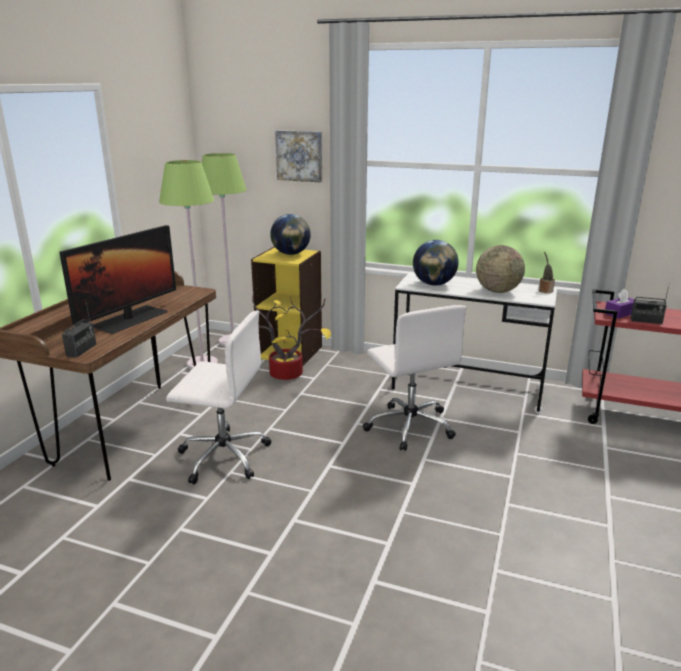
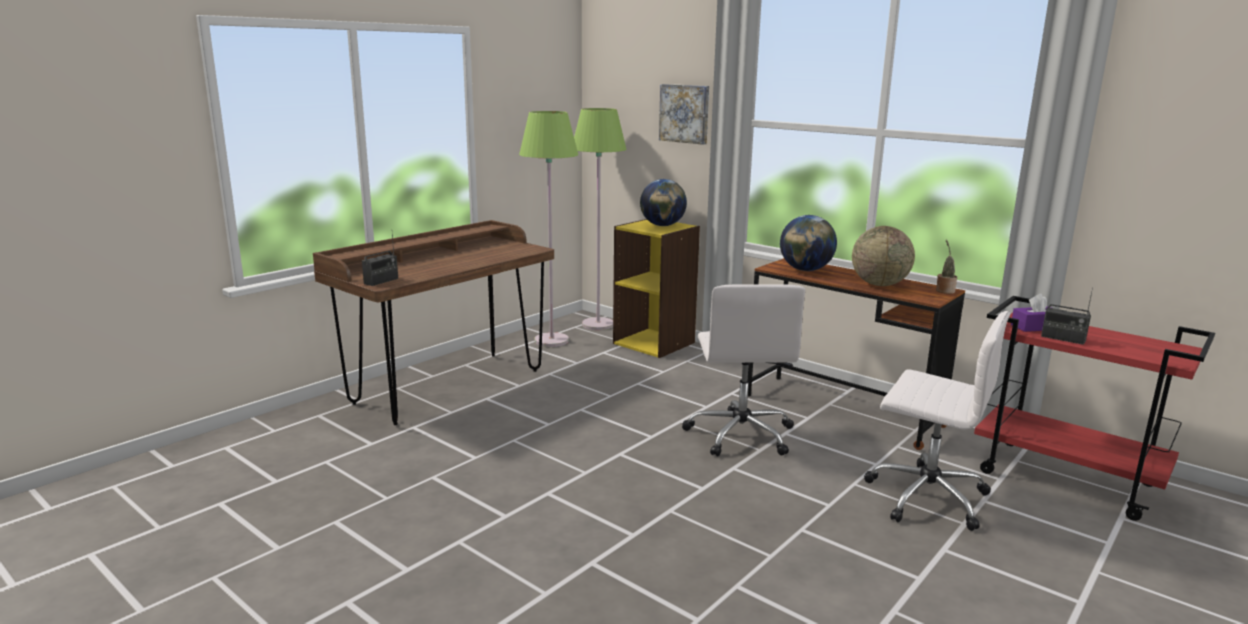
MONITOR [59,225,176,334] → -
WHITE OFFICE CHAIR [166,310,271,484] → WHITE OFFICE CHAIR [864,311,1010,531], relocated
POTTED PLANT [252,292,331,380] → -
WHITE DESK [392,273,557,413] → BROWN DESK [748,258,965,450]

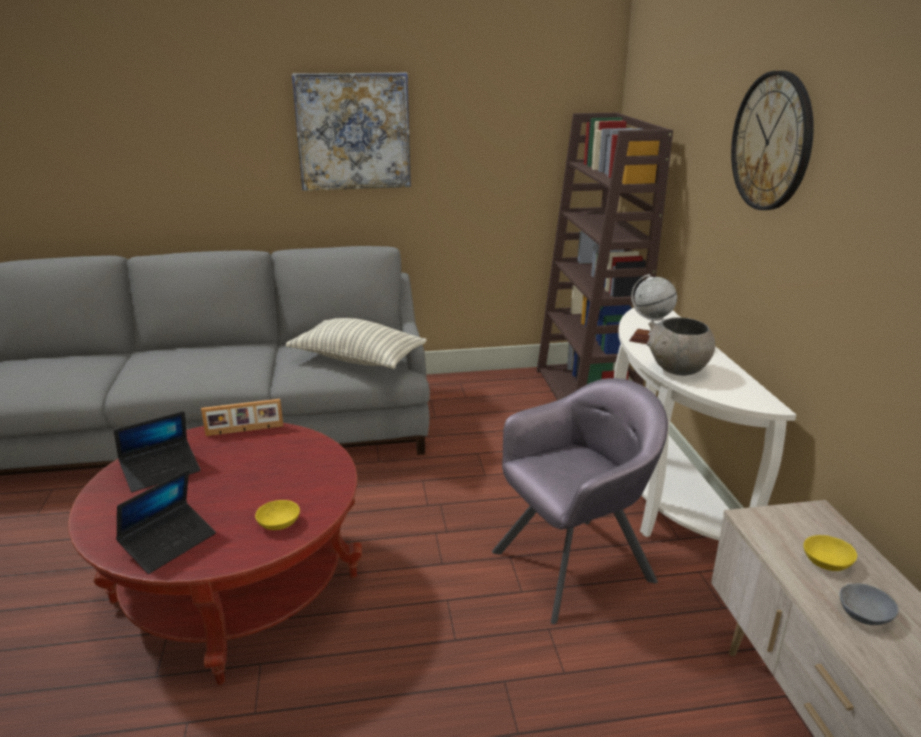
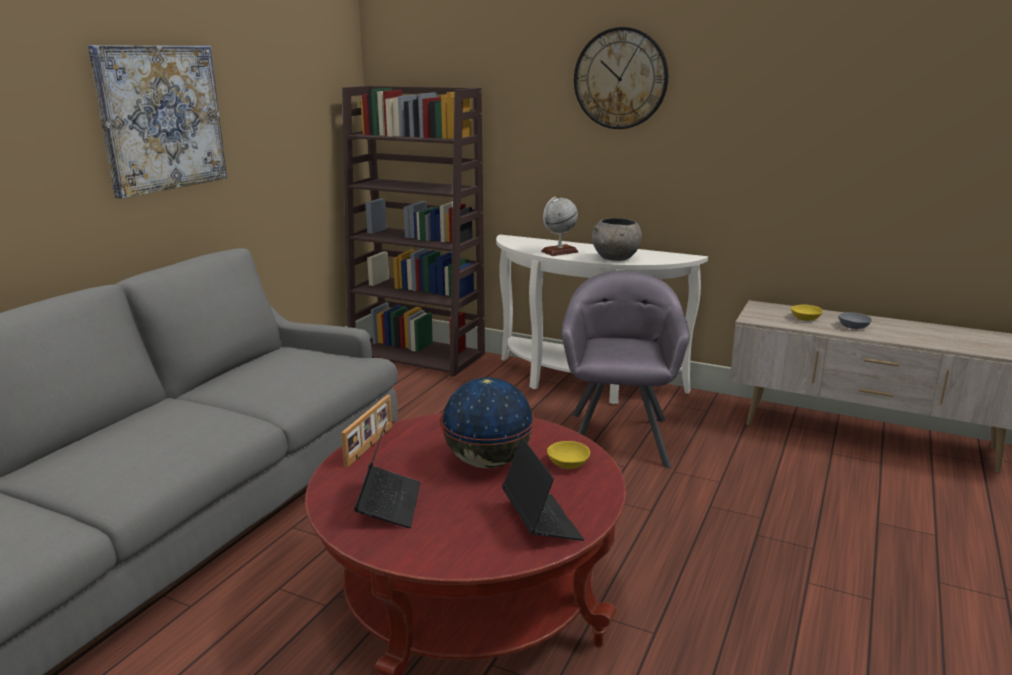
PILLOW [285,318,427,369] → -
- → GLOBE [441,377,535,468]

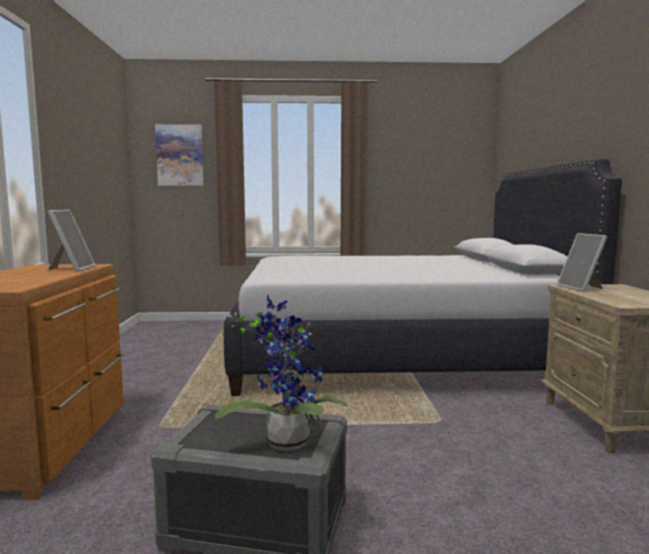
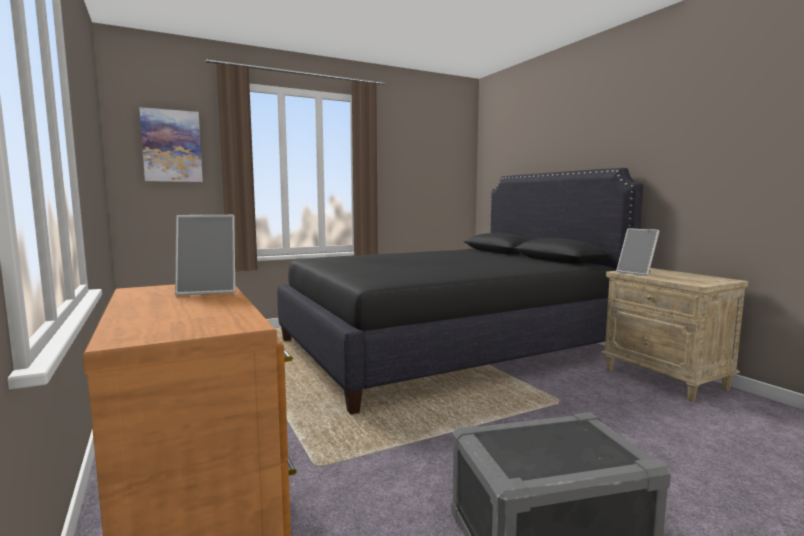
PICTURE FRAME [48,210,96,272] → PICTURE FRAME [175,215,235,296], 105 degrees clockwise
POTTED PLANT [215,295,348,451] → -
WHITE BED [224,159,622,396] → BLACK BED [277,168,643,414]

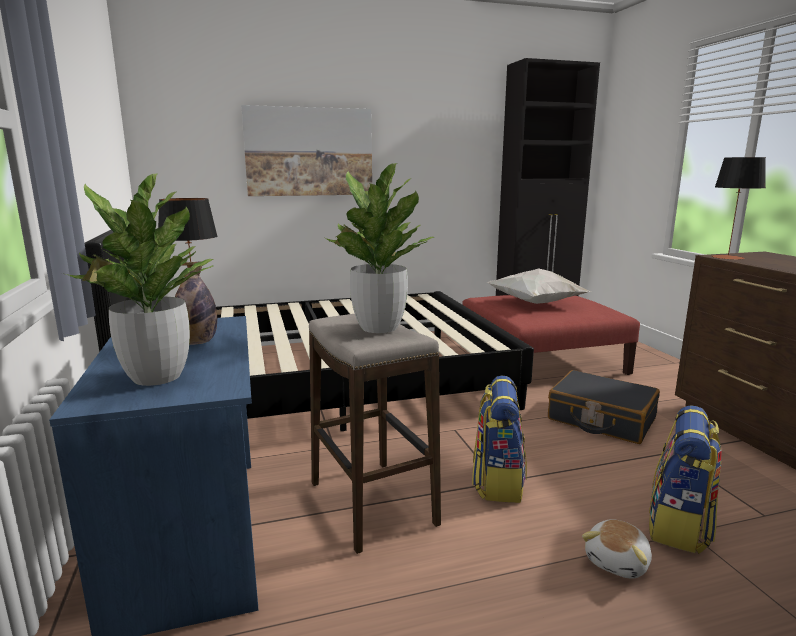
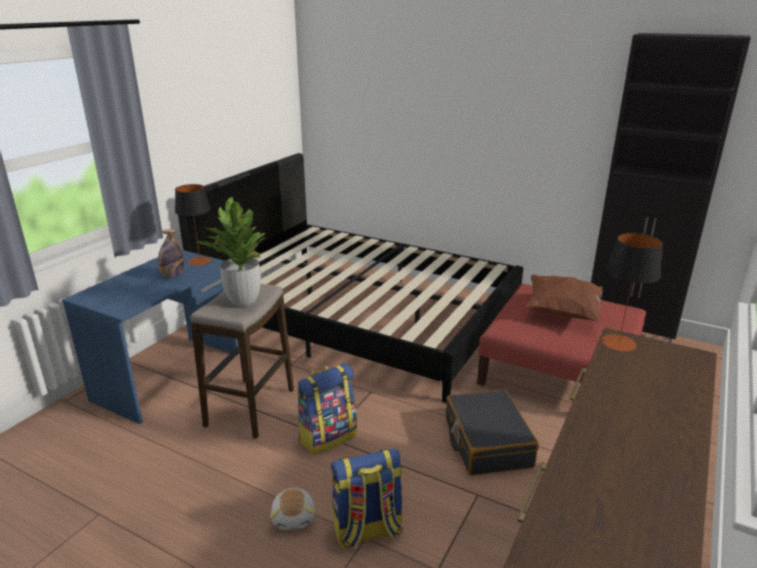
POTTED PLANT [62,173,214,386] → -
PICTURE [241,105,372,196] → -
WHITE PILLOW [487,268,591,304] → BROWN PILLOW [525,275,603,322]
PLUSH TOY [582,519,652,579] → PLUSH TOY [270,488,315,530], 90 degrees counterclockwise

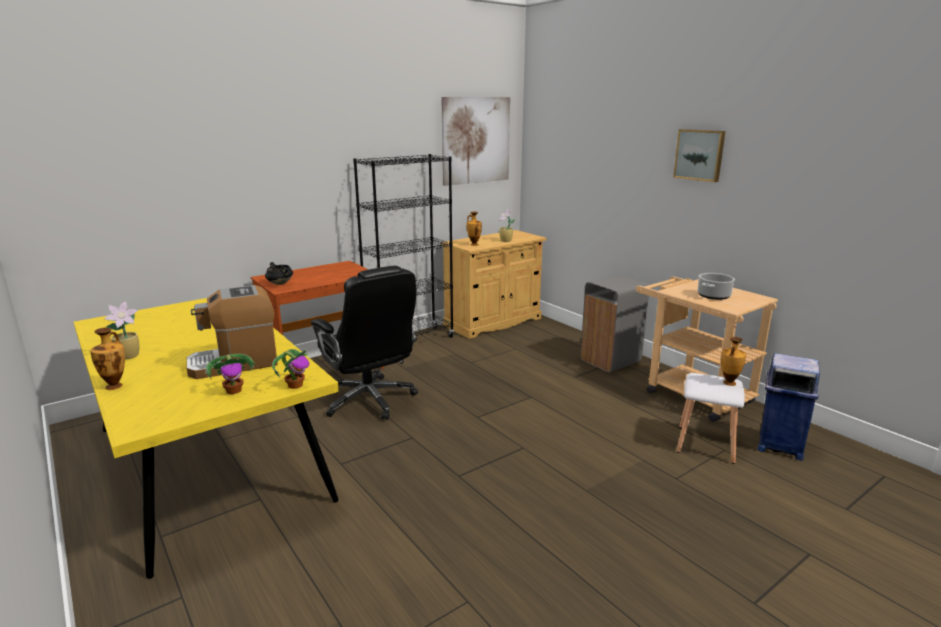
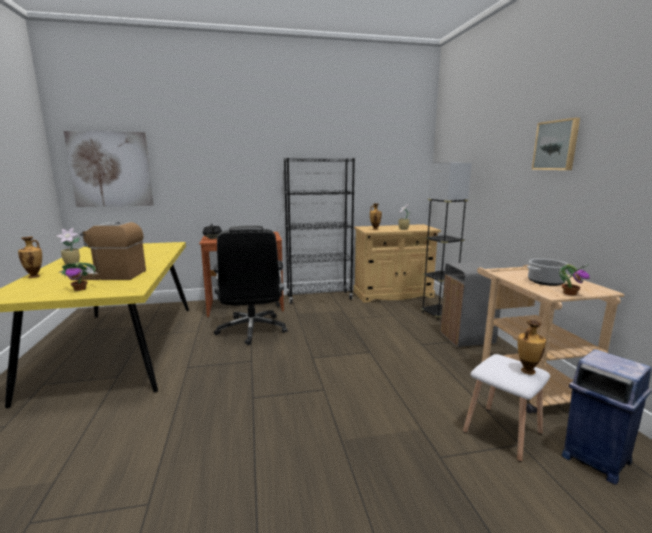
POTTED PLANT [272,349,310,389] → POTTED PLANT [559,264,590,296], relocated
PICTURE [441,97,510,186] → PICTURE [64,131,153,207], relocated
- → GREY FLOOR LAMP [421,163,472,321]

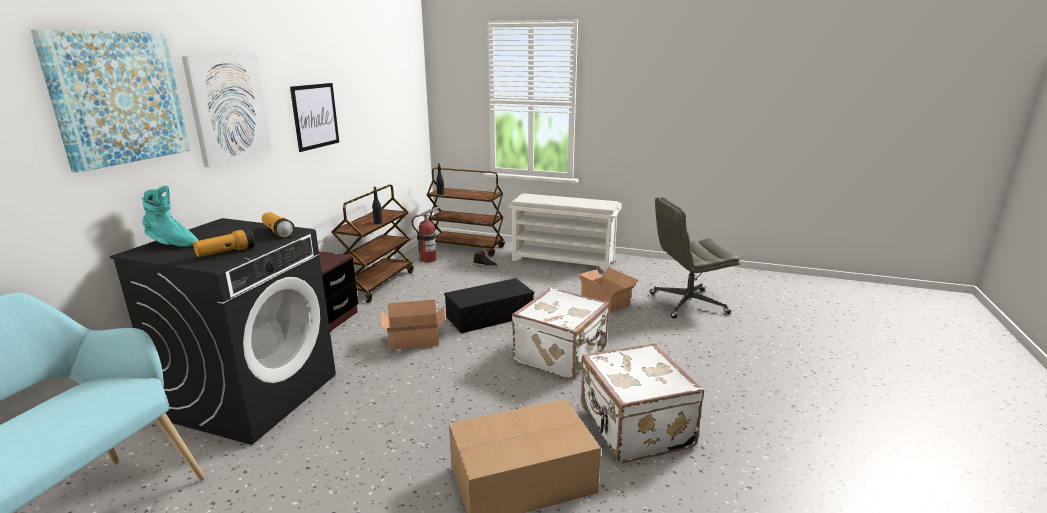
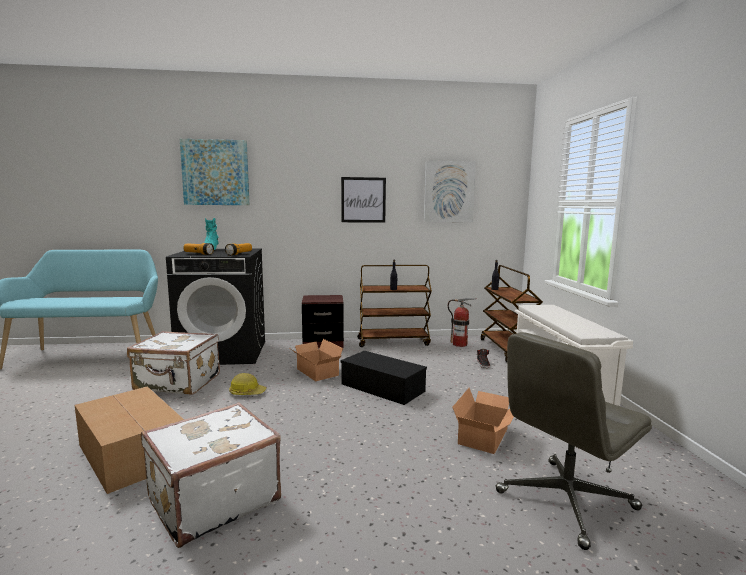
PICTURE [182,55,272,167] → PICTURE [424,161,476,222], relocated
WHITE SUITCASE [512,287,609,380] → WHITE SUITCASE [127,331,220,395], relocated
GREY OFFICE CHAIR [649,197,740,318] → GREY OFFICE CHAIR [496,332,652,550], 90 degrees counterclockwise
- → HARD HAT [229,373,266,395]

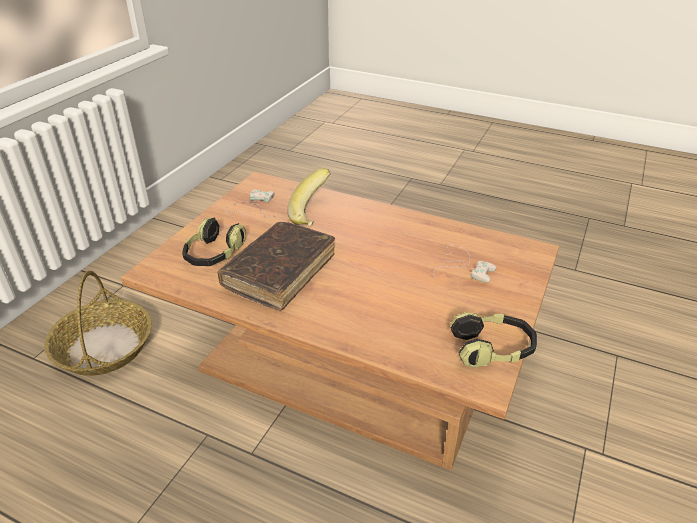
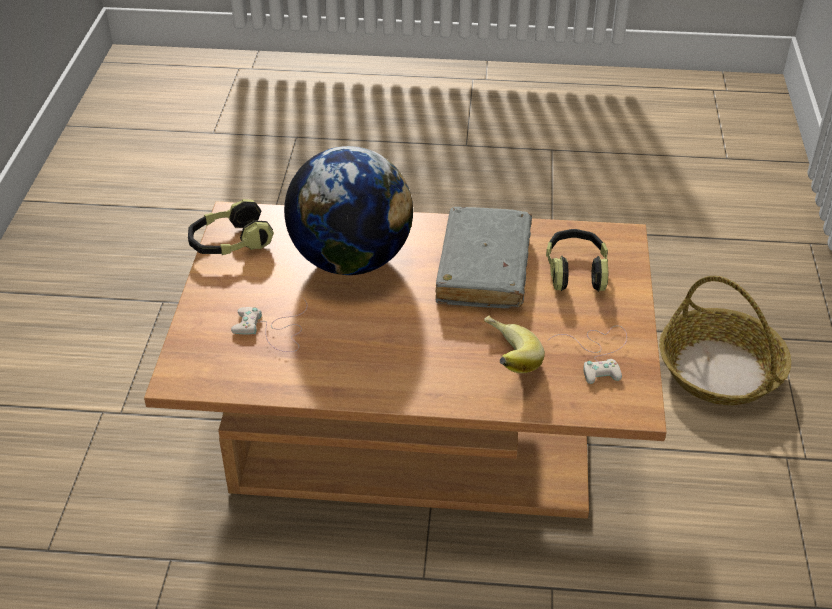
BROWN BOOK [217,222,335,311] → GREY BOOK [435,207,532,308]
- → GLOBE [284,146,413,275]

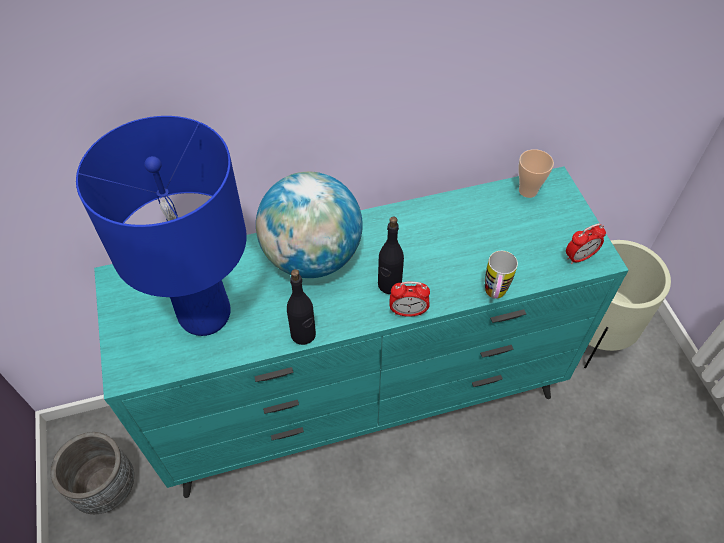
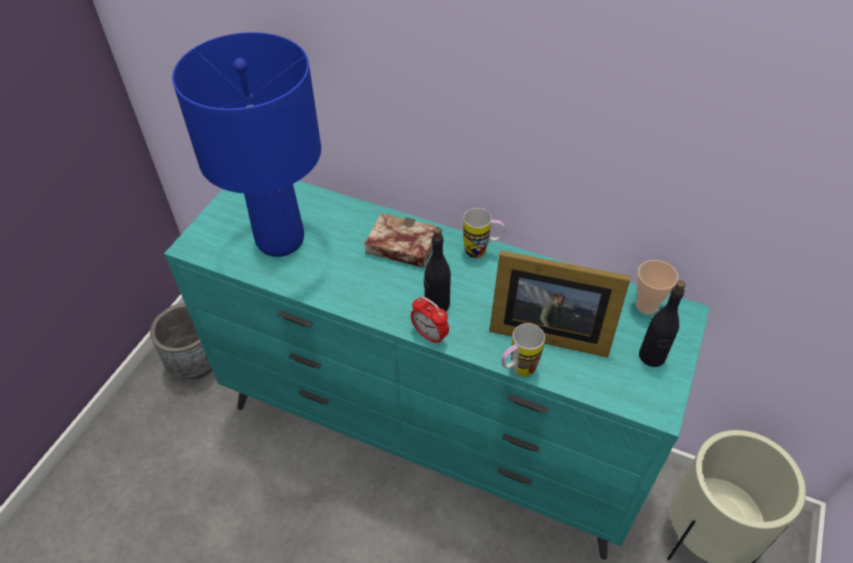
GLOBE [256,172,363,278] → BOOK [365,213,438,268]
BLACK BOTTLE [287,269,316,345] → BLACK BOTTLE [639,280,686,367], relocated
ALARM CLOCK [566,223,606,264] → -
- → MUG [463,208,505,258]
- → PICTURE FRAME [489,250,631,358]

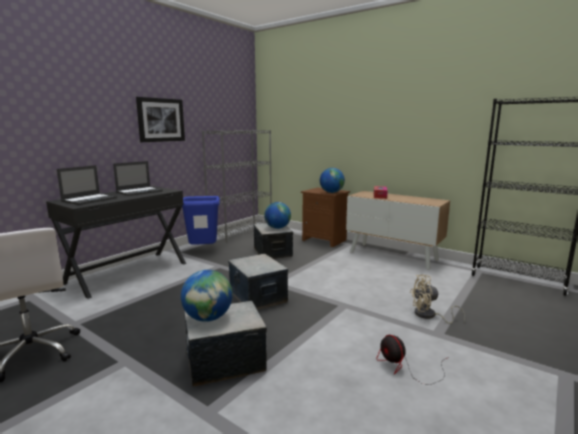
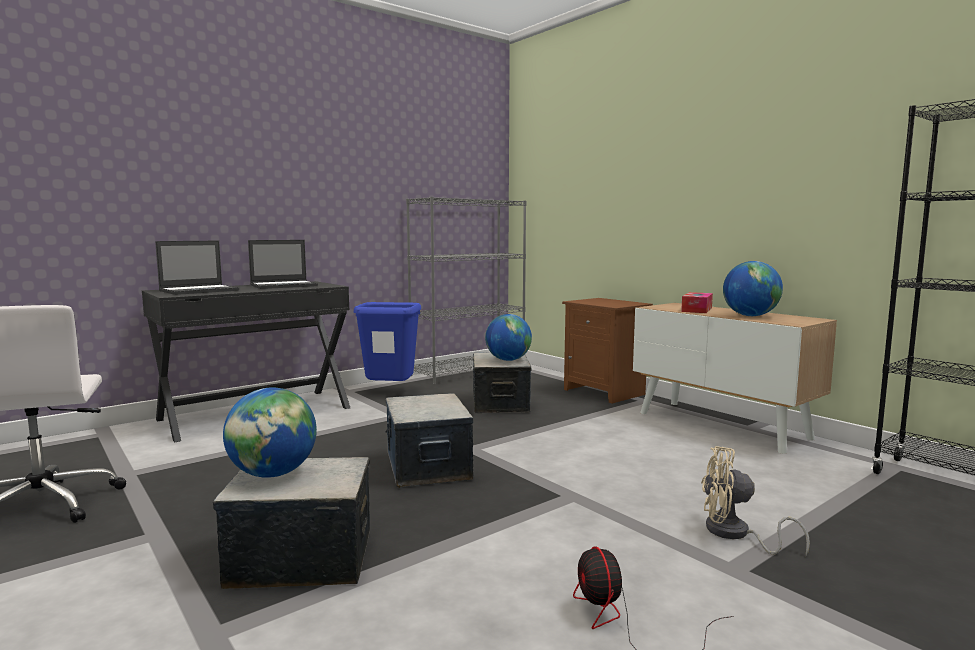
PICTURE [136,97,185,142] → -
GLOBE [320,168,345,193] → GLOBE [723,261,783,316], relocated

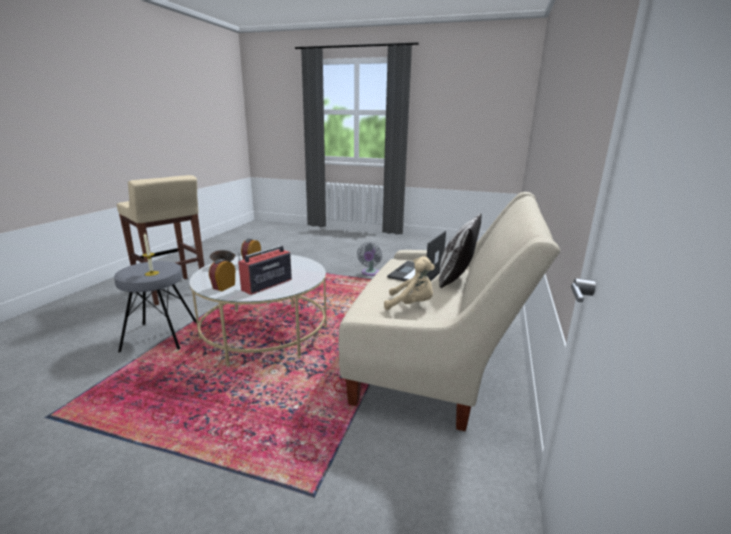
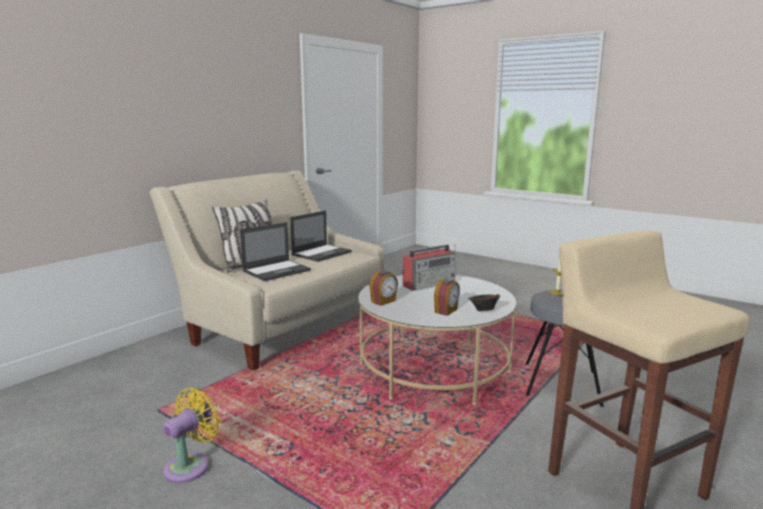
ALARM CLOCK [209,259,235,291] → ALARM CLOCK [369,271,398,306], relocated
GREY FAN [357,242,382,276] → YELLOW FAN [163,387,220,483]
BEIGE PLUSH TOY [384,256,435,310] → LAPTOP [290,210,352,262]

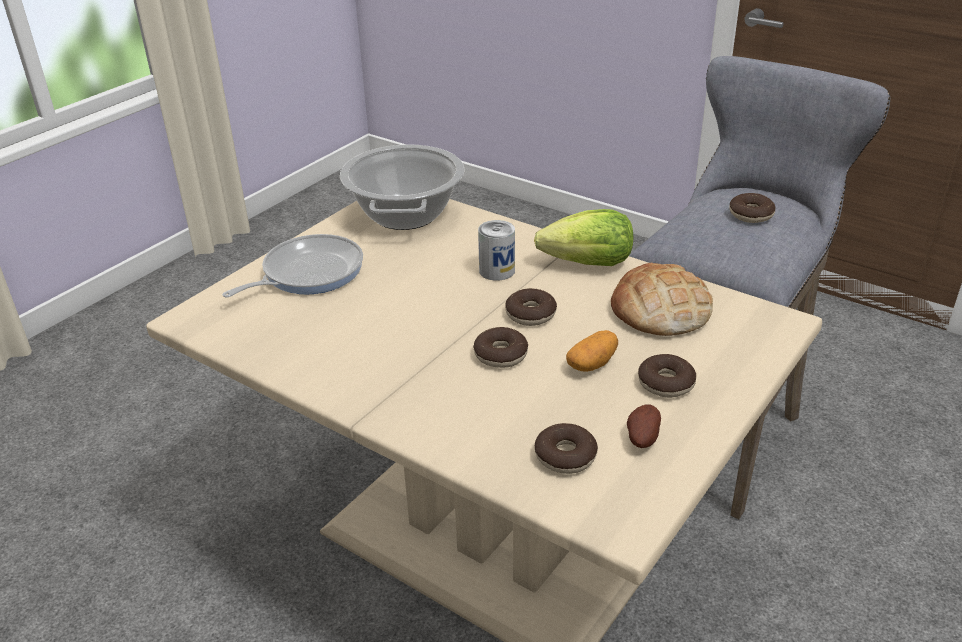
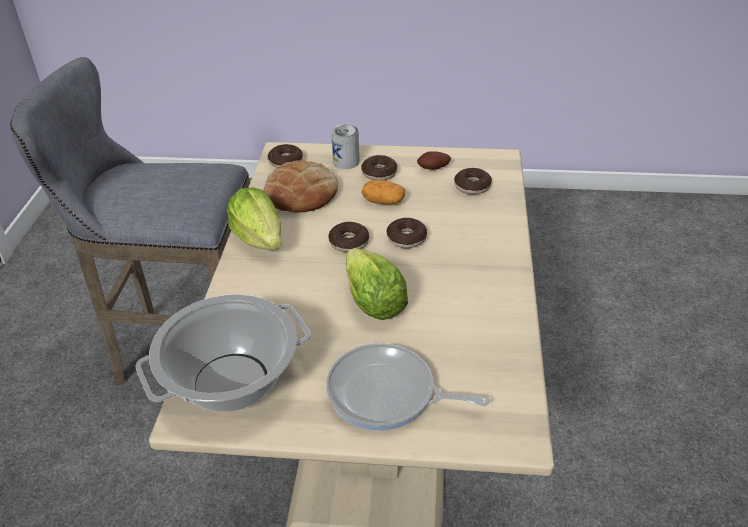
CAN [478,220,515,281] → CAN [331,124,360,169], relocated
DONUT [730,193,775,223] → DONUT [268,144,303,168], relocated
- → LETTUCE [346,248,408,320]

